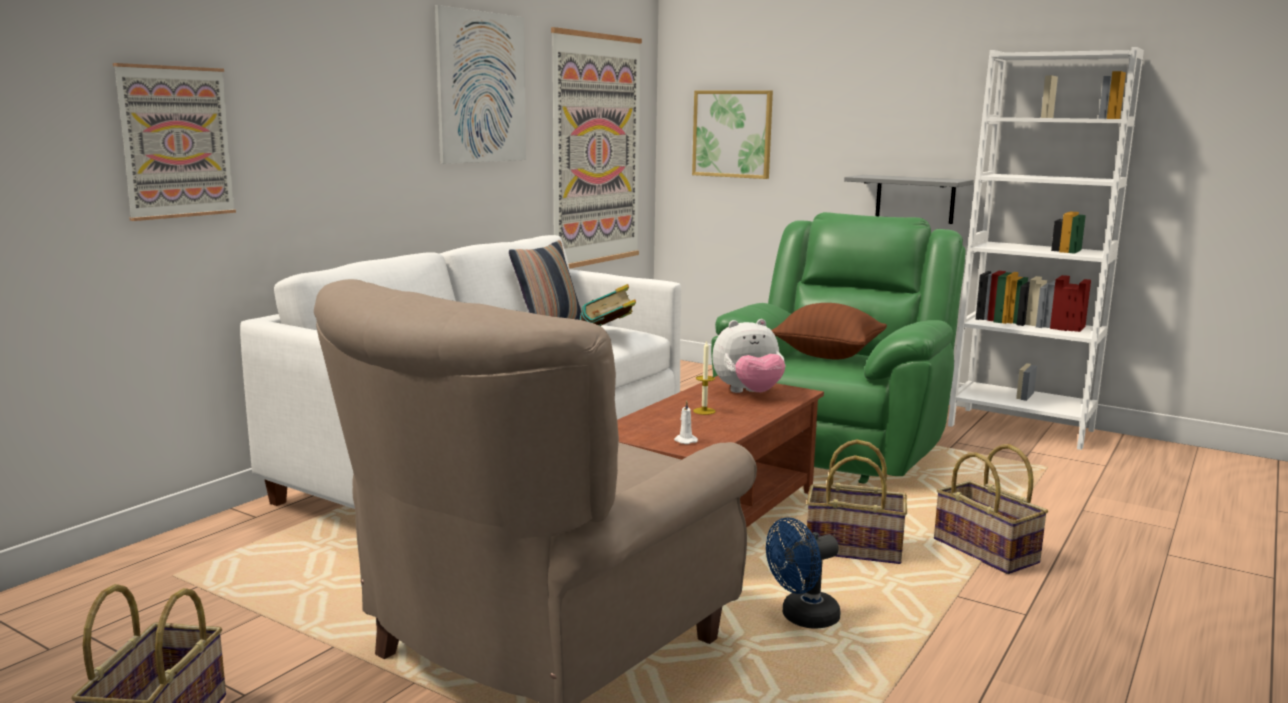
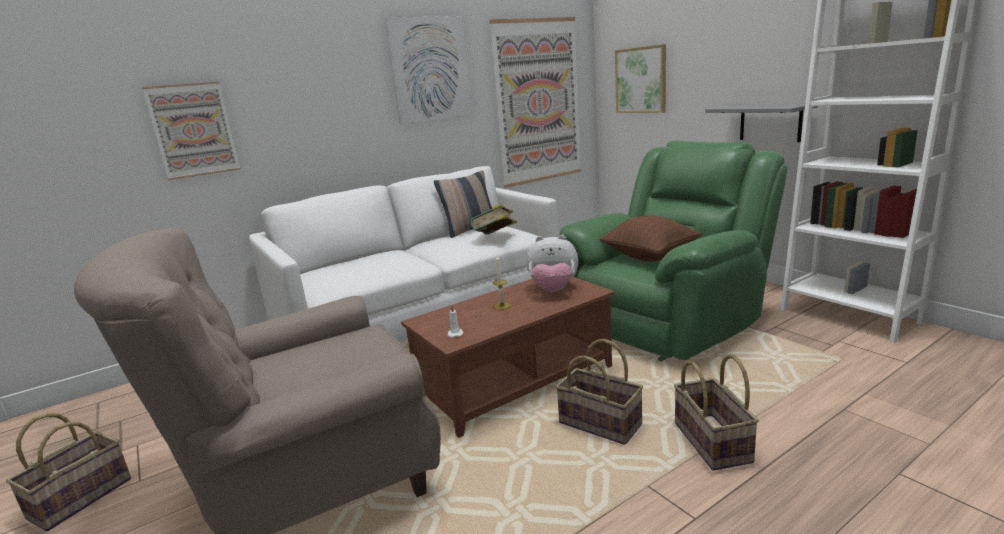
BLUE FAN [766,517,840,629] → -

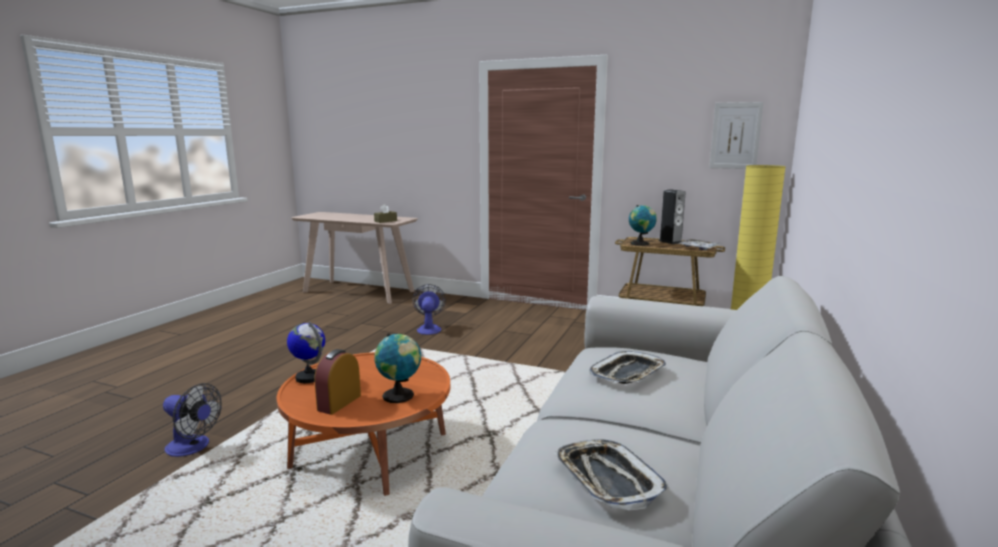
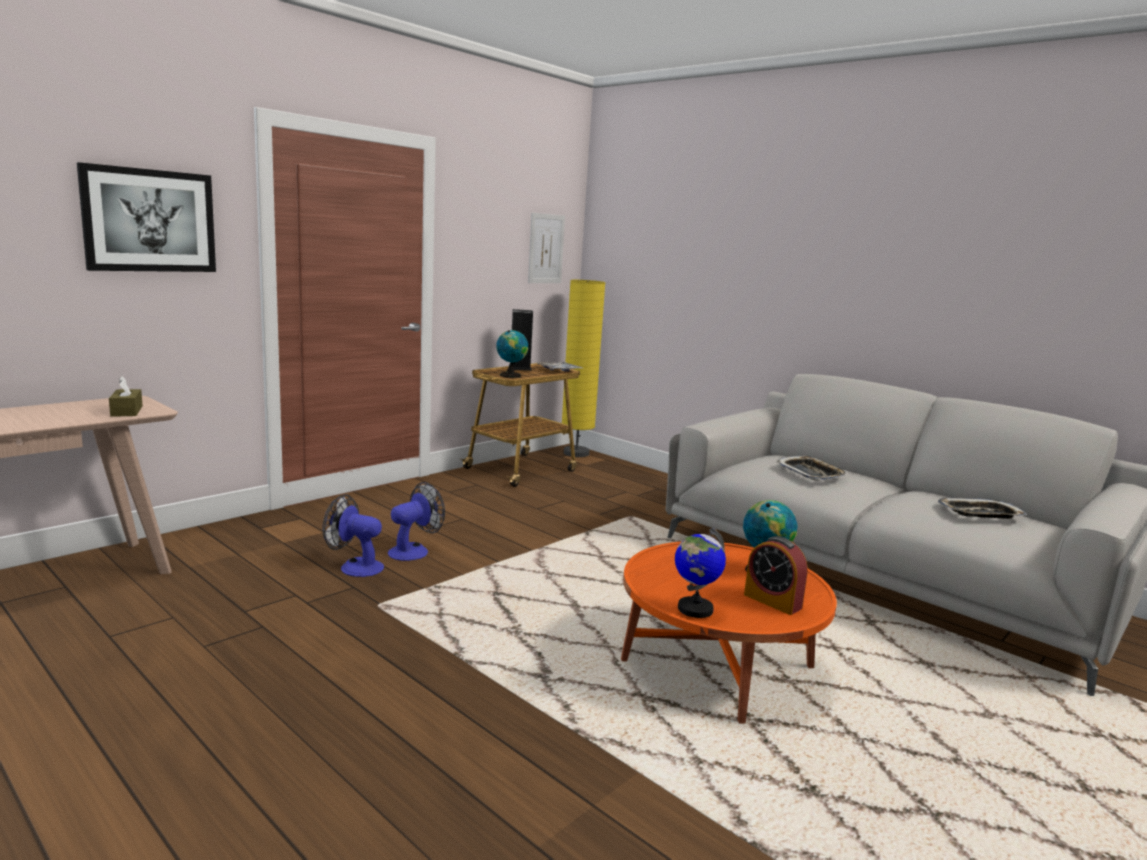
FAN [163,383,222,457] → FAN [388,482,445,561], relocated
- → PICTURE [77,162,216,272]

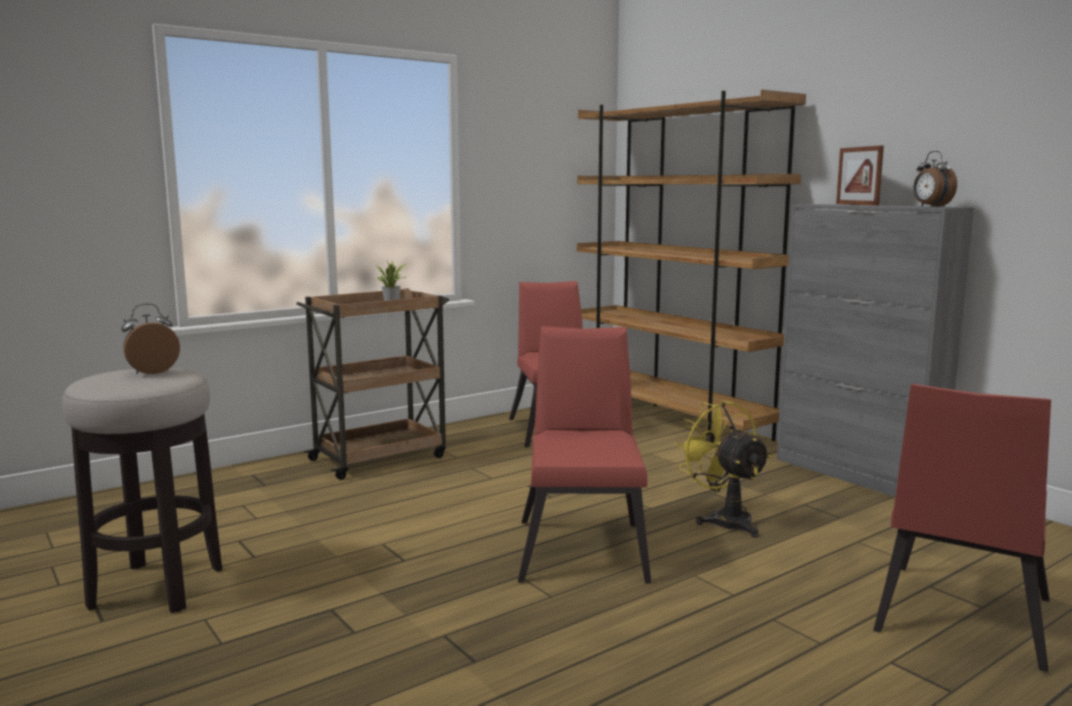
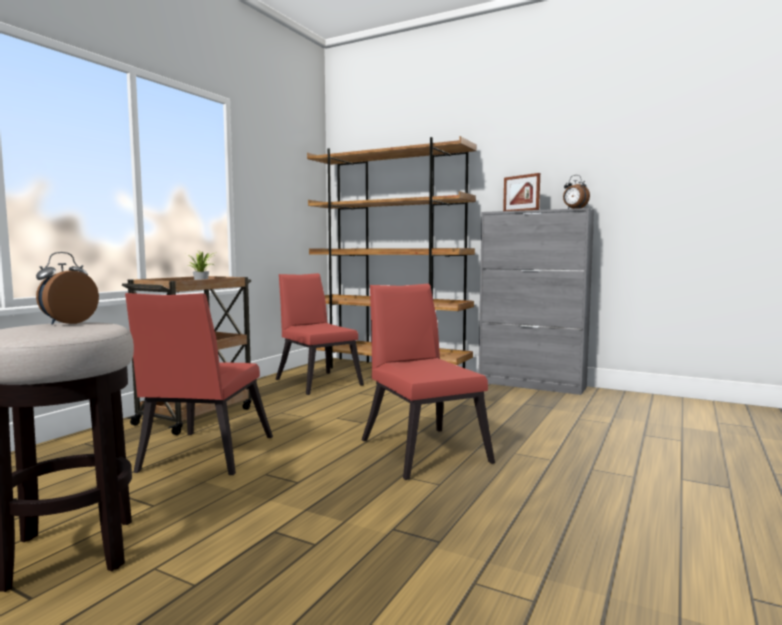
YELLOW FAN [675,400,771,538] → -
RED CHAIR [873,384,1051,672] → RED CHAIR [125,293,273,475], relocated

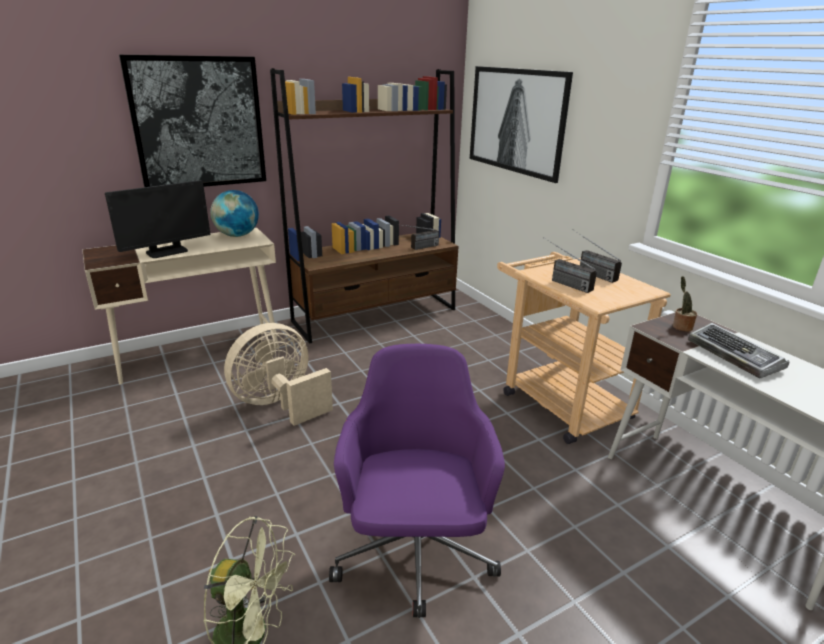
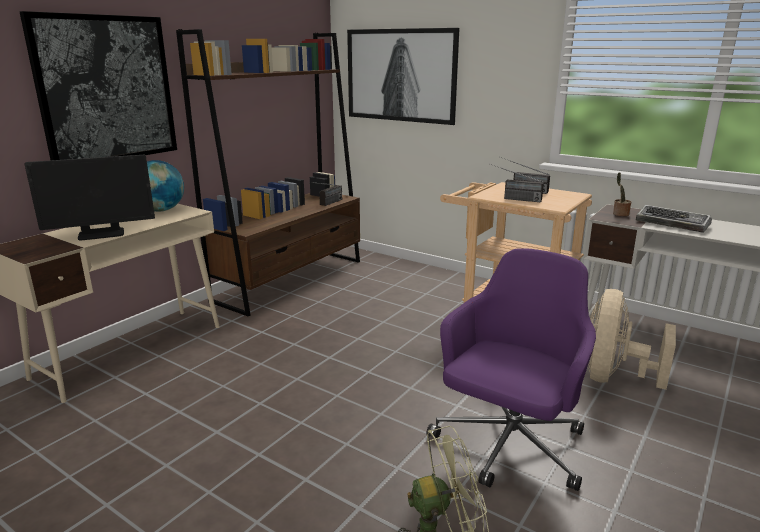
MONITOR [105,180,210,258] → MONITOR [24,155,155,241], 45 degrees clockwise
BEIGE FAN [224,323,333,426] → BEIGE FAN [587,289,676,390], relocated
PURPLE OFFICE CHAIR [329,344,505,618] → PURPLE OFFICE CHAIR [427,248,596,491], 60 degrees clockwise

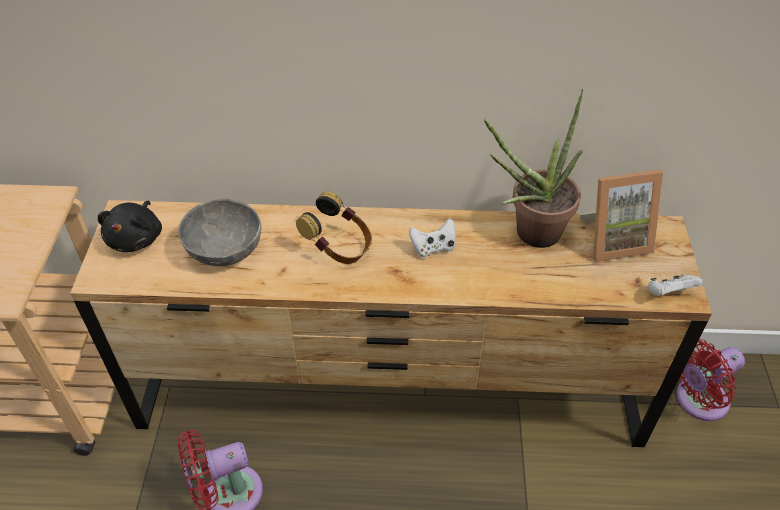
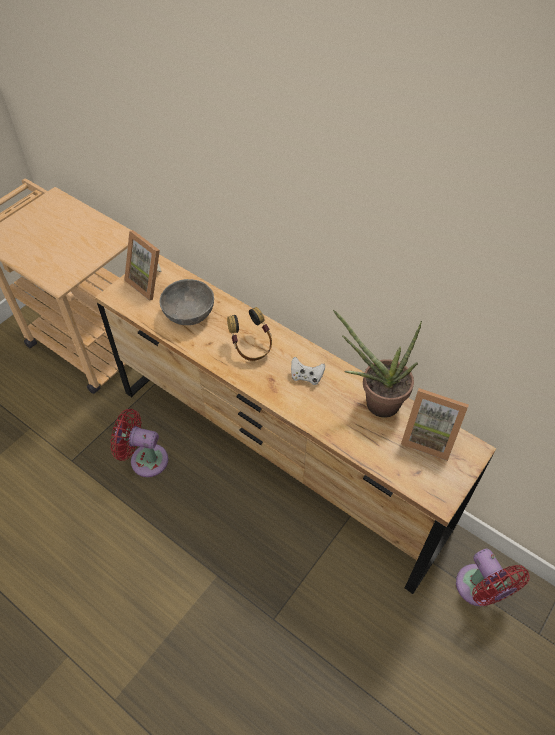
BLACK PLUSH TOY [98,201,162,252] → PICTURE FRAME [124,230,162,301]
WHITE GAME CONTROLLER [647,275,703,296] → -
RED FAN [677,339,745,421] → RED FAN [456,549,530,606], 120 degrees counterclockwise

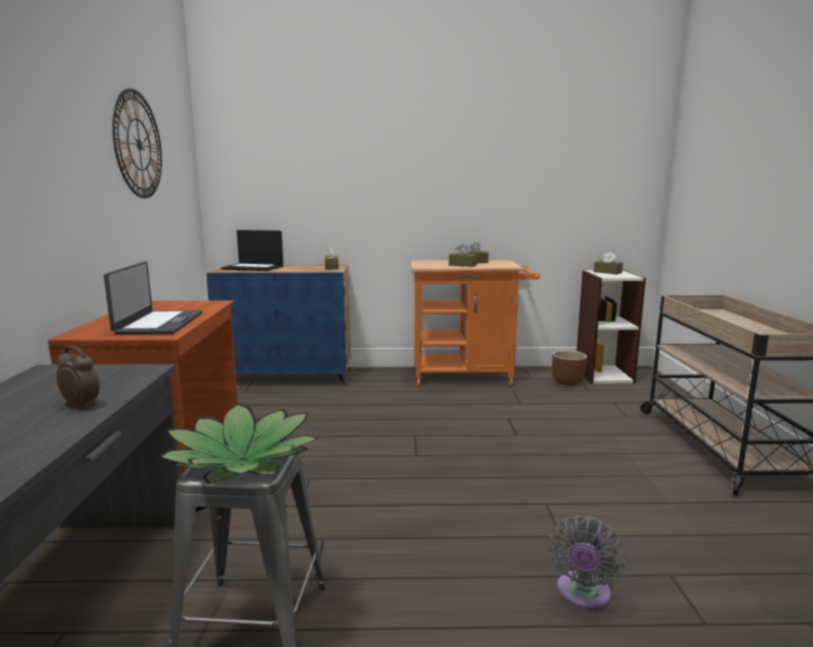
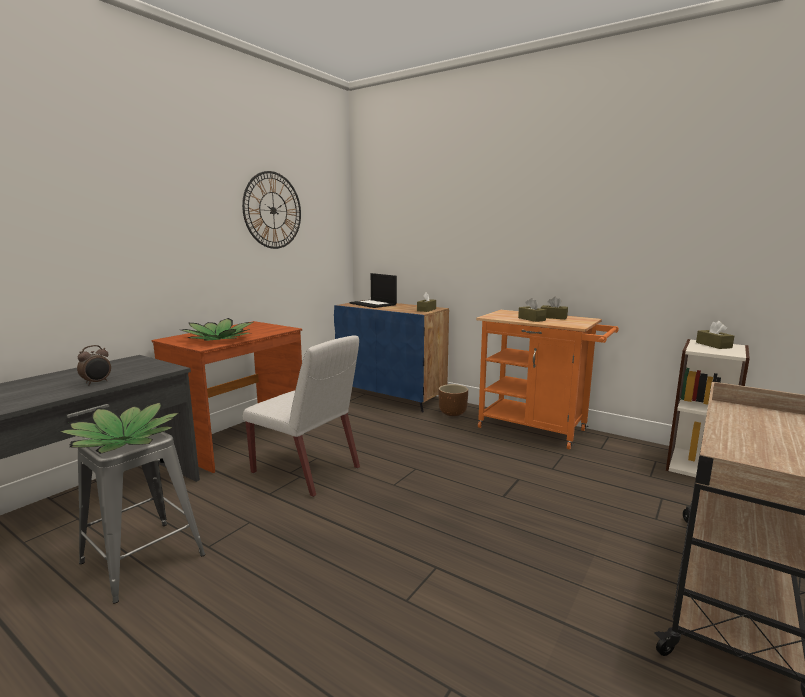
ALARM CLOCK [57,346,99,408] → ALARM CLOCK [77,345,111,385], 60 degrees clockwise
LAPTOP [104,261,203,335] → POTTED PLANT [181,318,253,341]
GREY FAN [548,515,626,610] → -
BROWN PLANTER [552,350,587,386] → BROWN PLANTER [438,384,468,416], relocated
- → WHITE CHAIR [243,335,360,497]

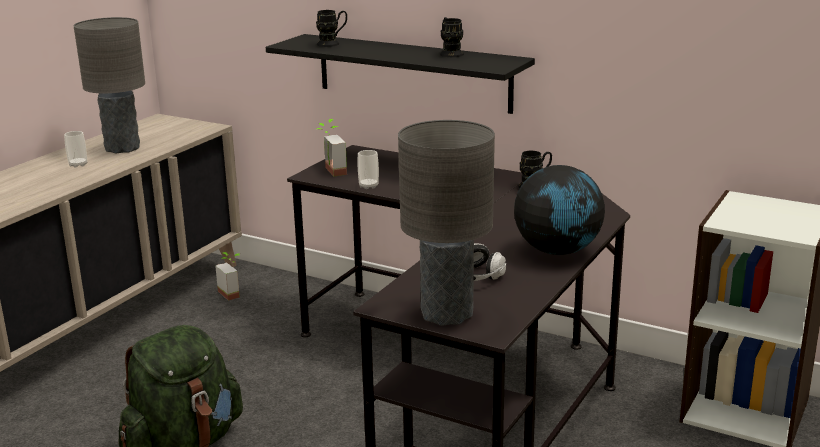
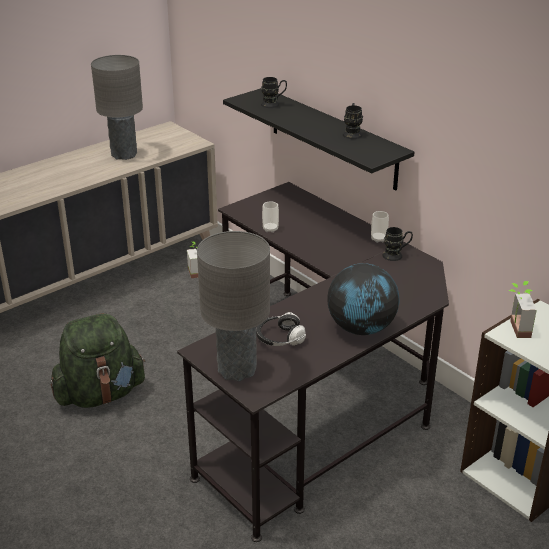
CUP [64,131,87,168] → CUP [371,211,389,243], relocated
POTTED PLANT [317,119,347,177] → POTTED PLANT [509,281,537,338], relocated

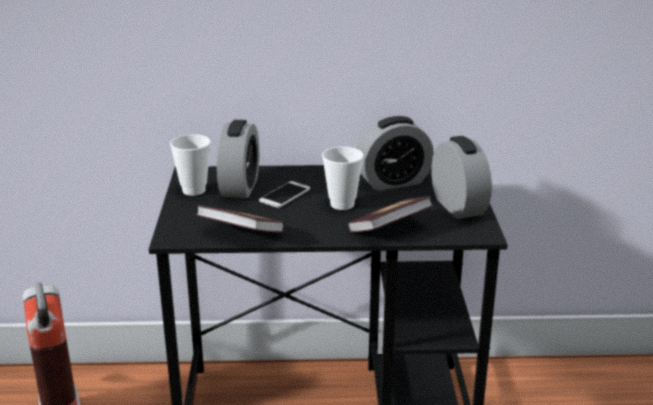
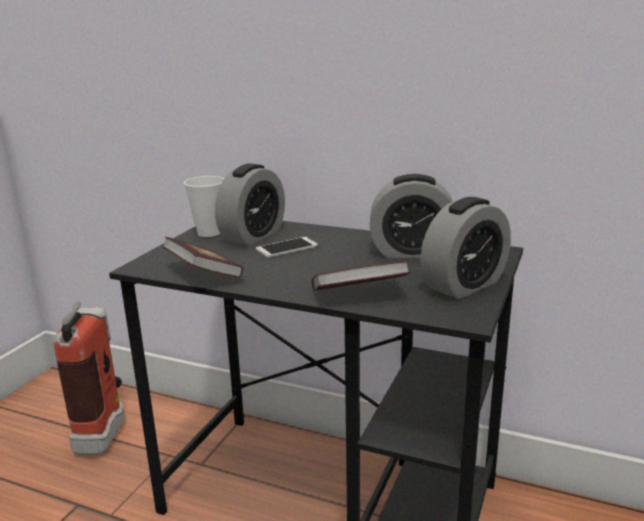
CUP [322,147,364,210] → -
ALARM CLOCK [432,136,492,219] → ALARM CLOCK [420,197,511,299], 45 degrees clockwise

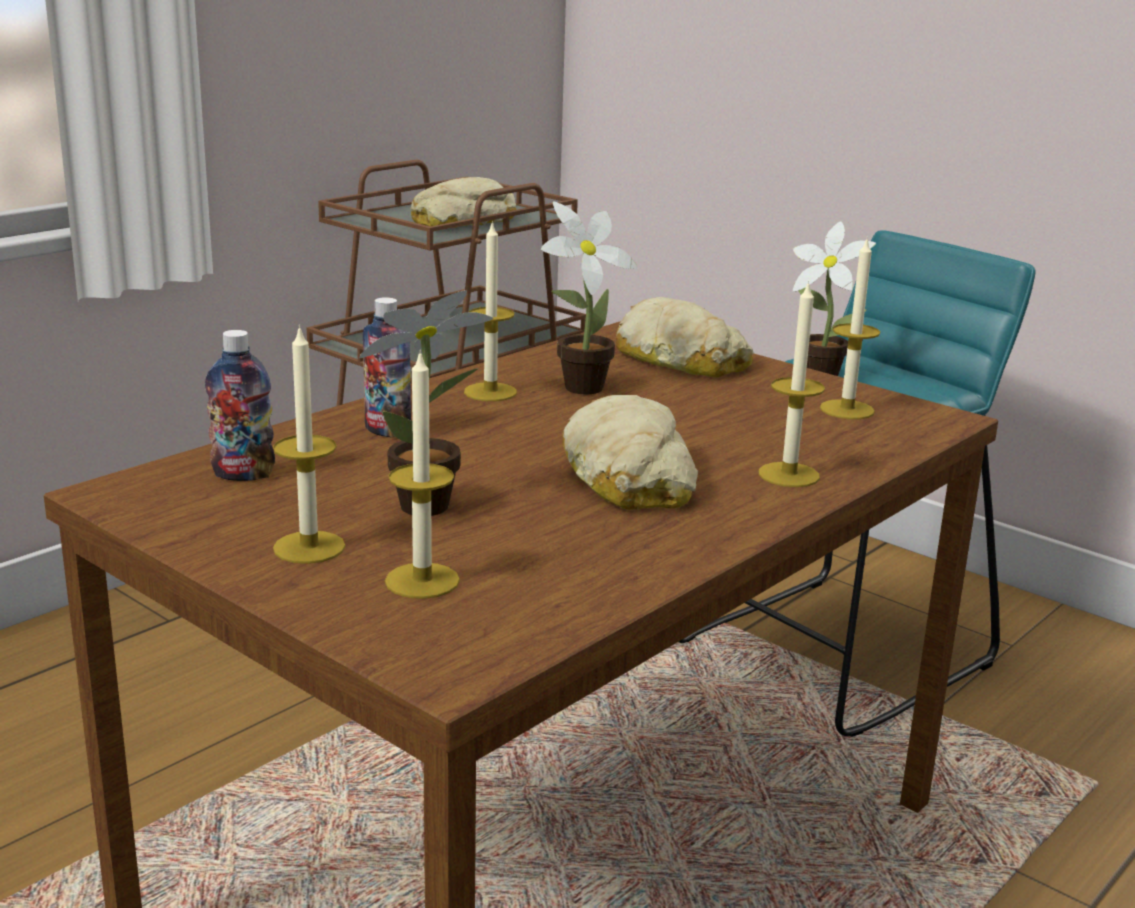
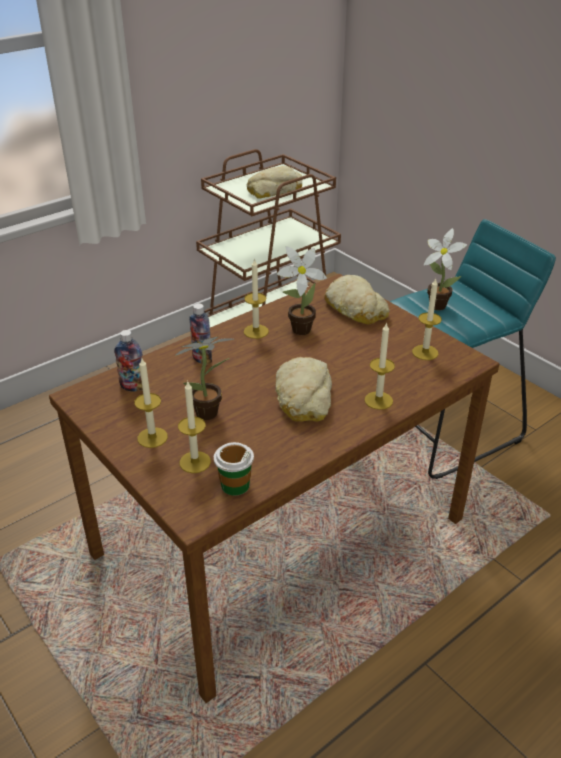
- → CUP [214,442,254,496]

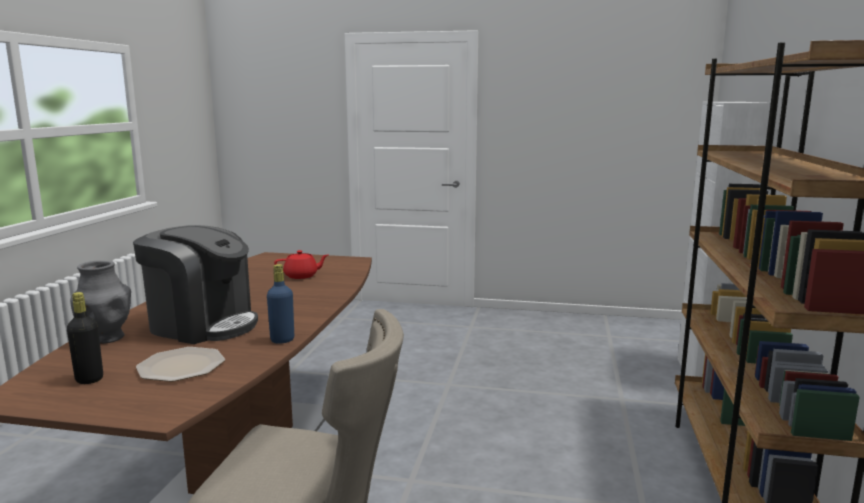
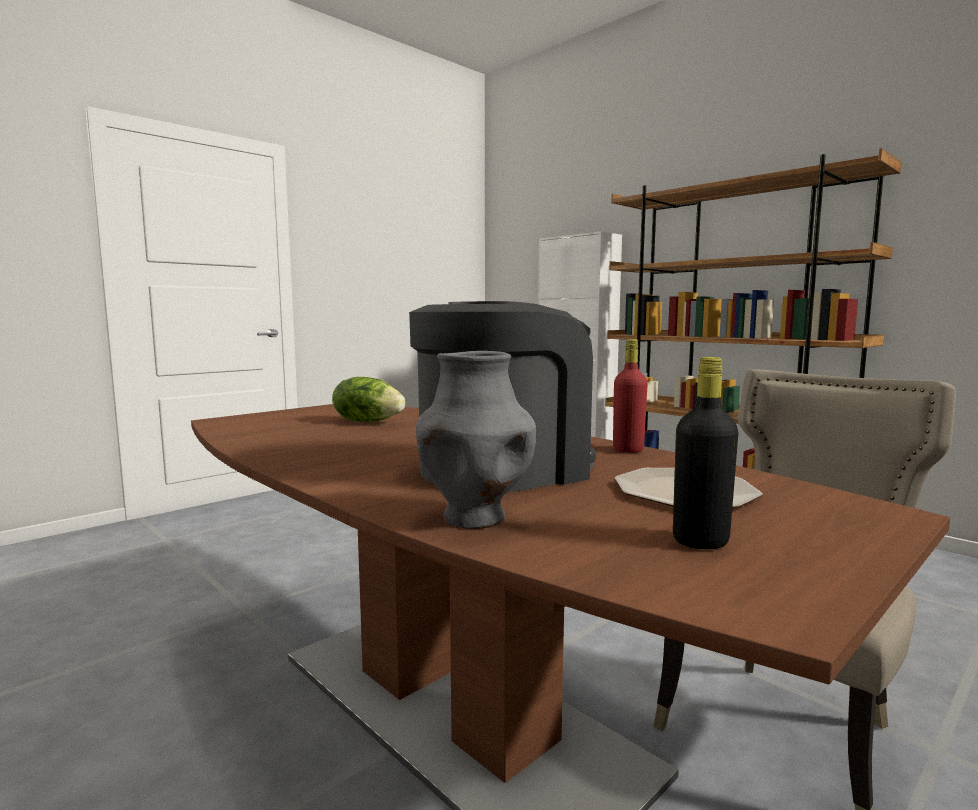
BLUE BOTTLE [267,264,294,344] → RED BOTTLE [613,339,648,453]
RED TEAPOT [274,250,328,279] → LETTUCE [332,377,405,422]

